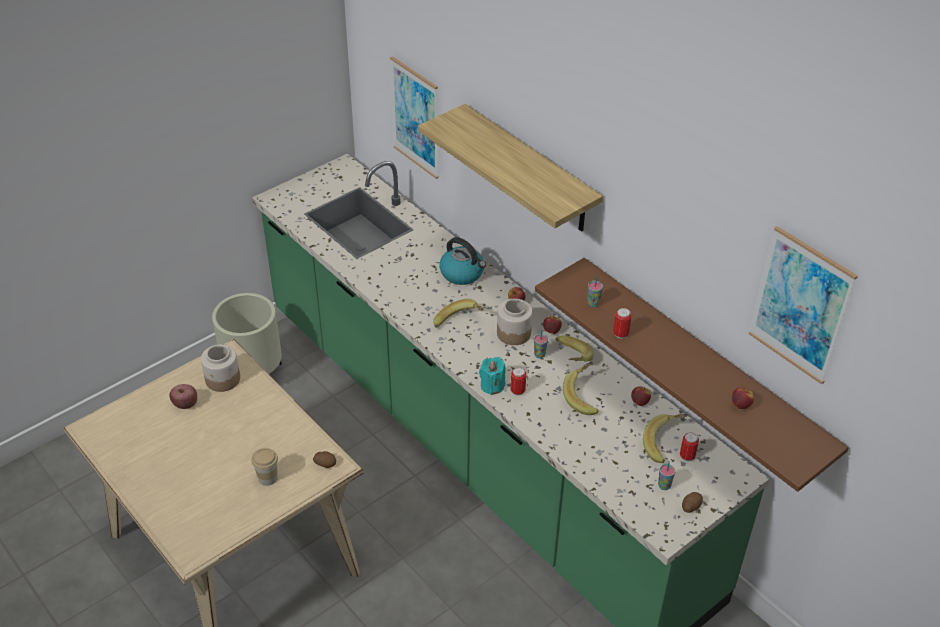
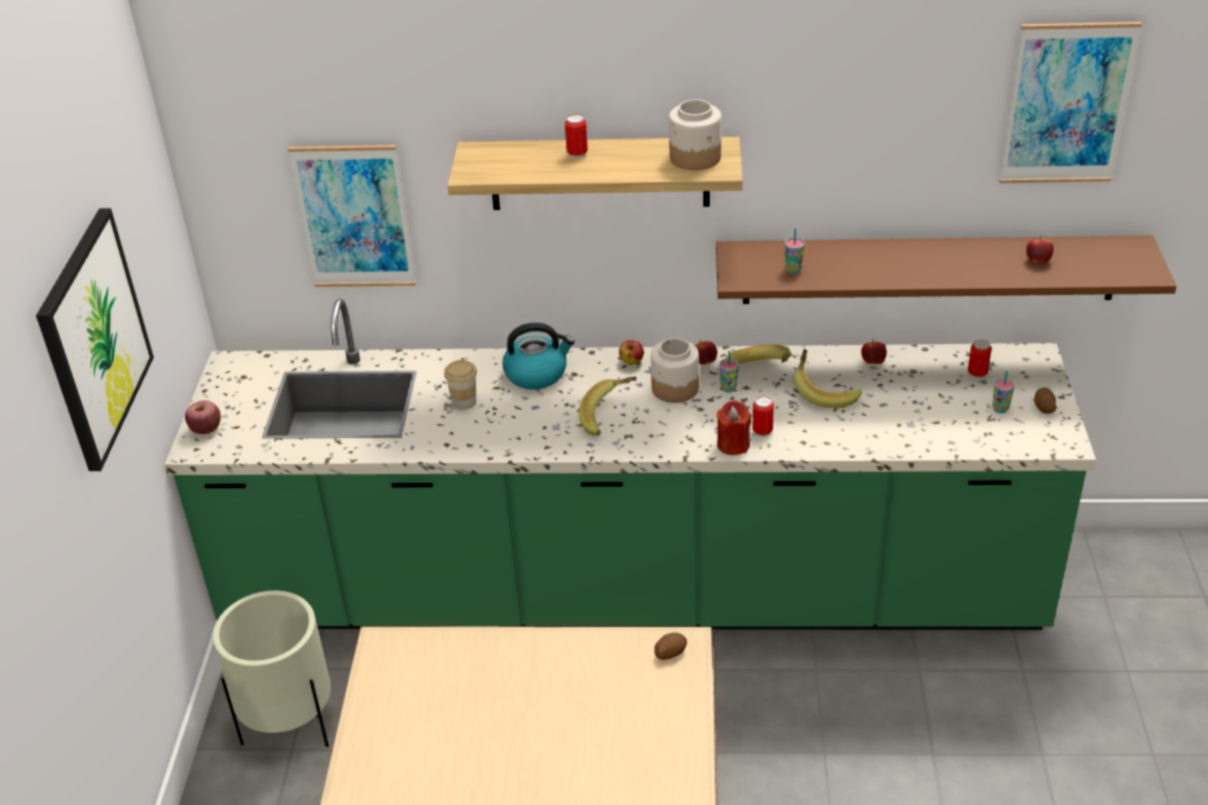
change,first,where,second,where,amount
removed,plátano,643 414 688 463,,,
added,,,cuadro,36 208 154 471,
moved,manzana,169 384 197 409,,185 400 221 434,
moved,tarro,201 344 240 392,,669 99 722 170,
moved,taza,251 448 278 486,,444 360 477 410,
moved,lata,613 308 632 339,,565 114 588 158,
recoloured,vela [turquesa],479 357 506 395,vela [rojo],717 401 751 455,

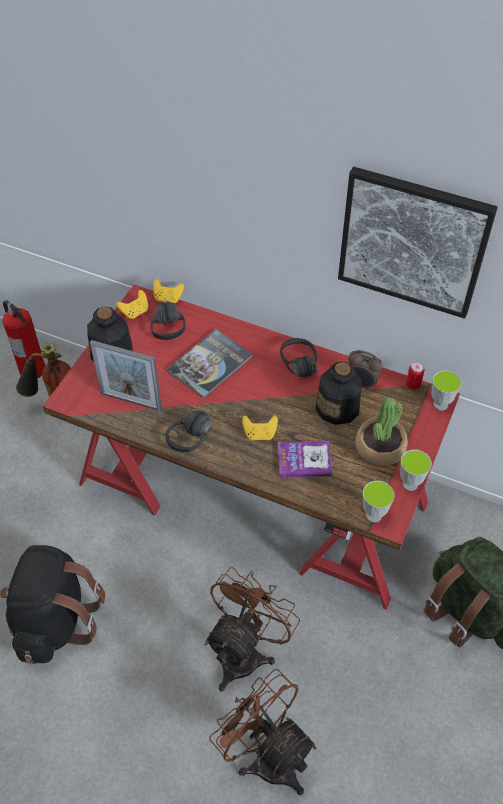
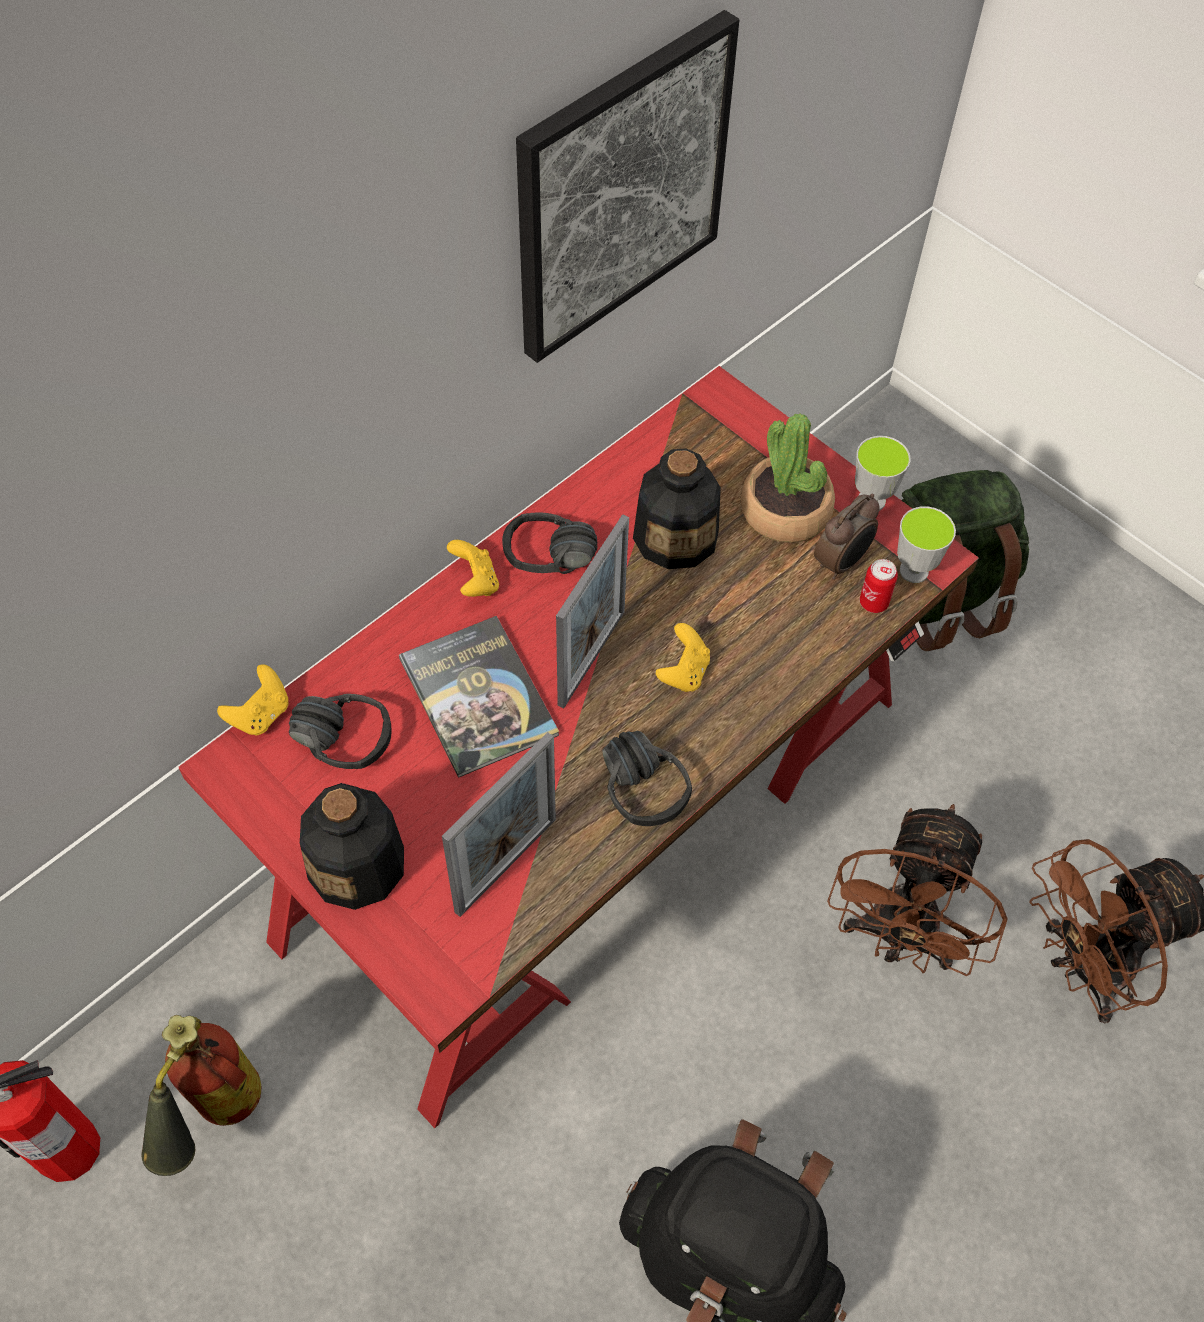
change,first,where,second,where,amount
removed,libro,278 441 332 477,,,
removed,taza,432 370 462 411,,,
added,,,portarretratos,556 514 629 708,
moved,mando de consola [amarillo],116 290 148 319,,447 540 499 597,
moved,despertador,348 350 383 391,,814 494 880 580,
moved,lata,406 362 424 390,,860 559 898 613,
turned,ventilador [marrón],205 567 300 692,,827 804 1008 976,120 degrees counterclockwise

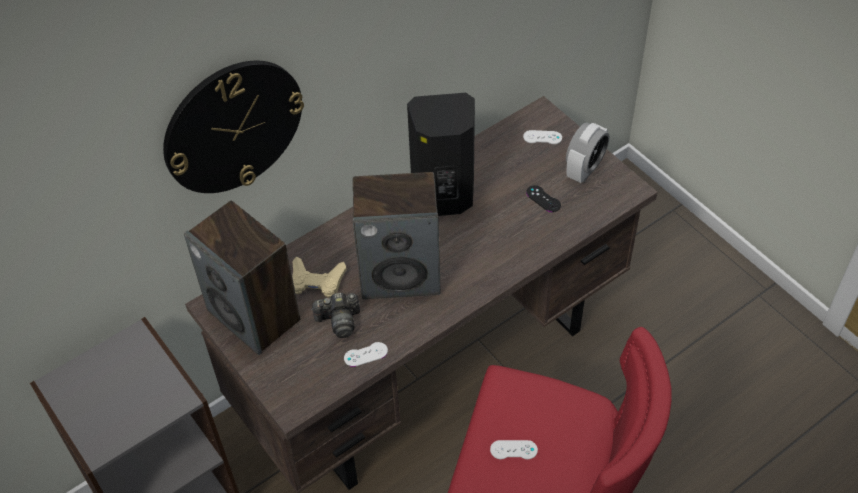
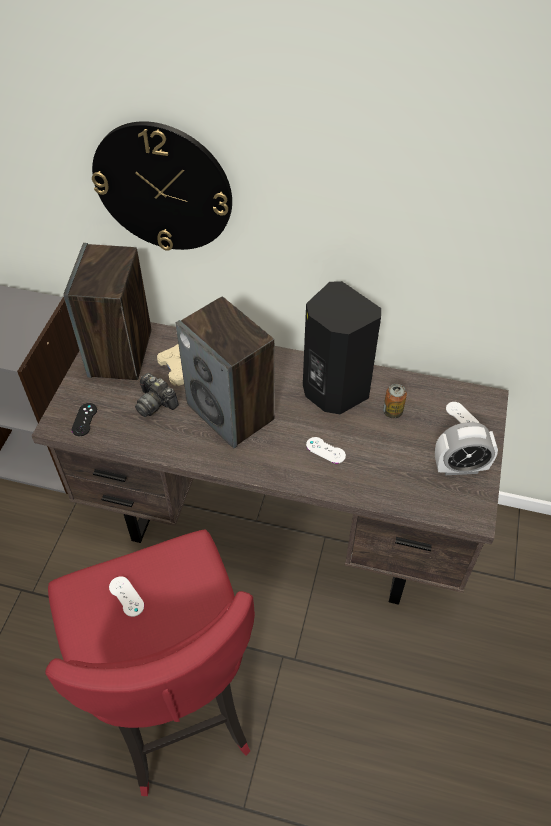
change,first,where,second,where,amount
added,,,lata,383 384 407 419,
moved,mando de consola [blanco],344 342 388 367,,306 437 346 464,
moved,mando de consola [negro],526 185 561 212,,72 403 97 436,

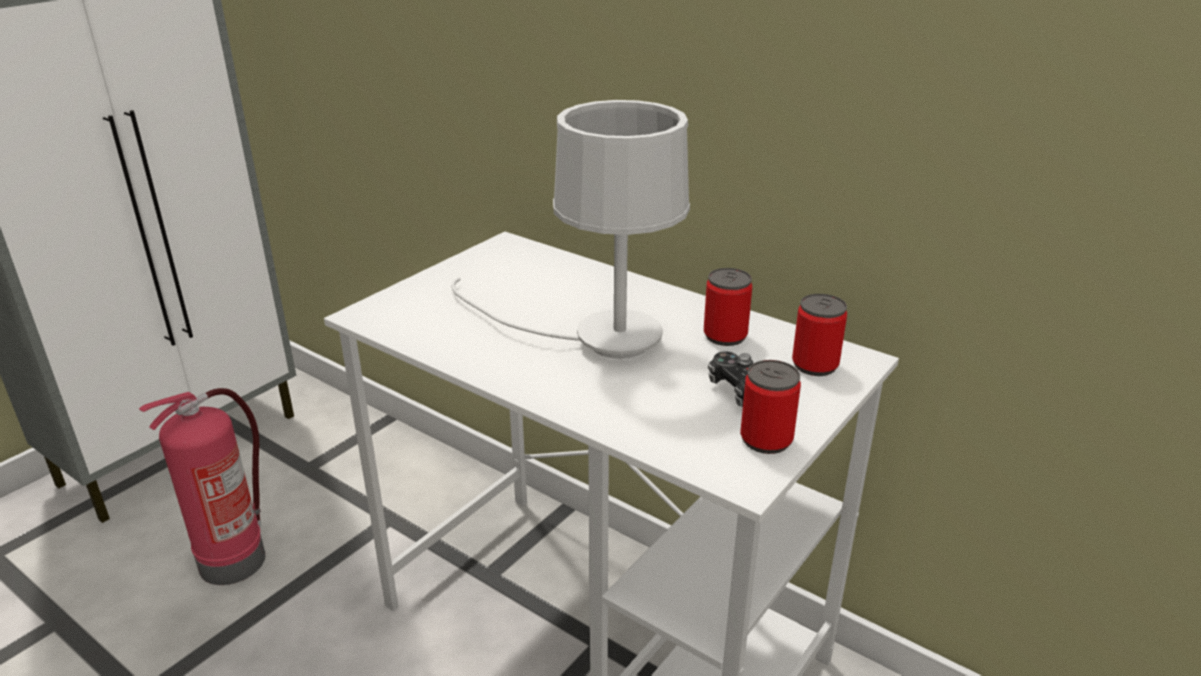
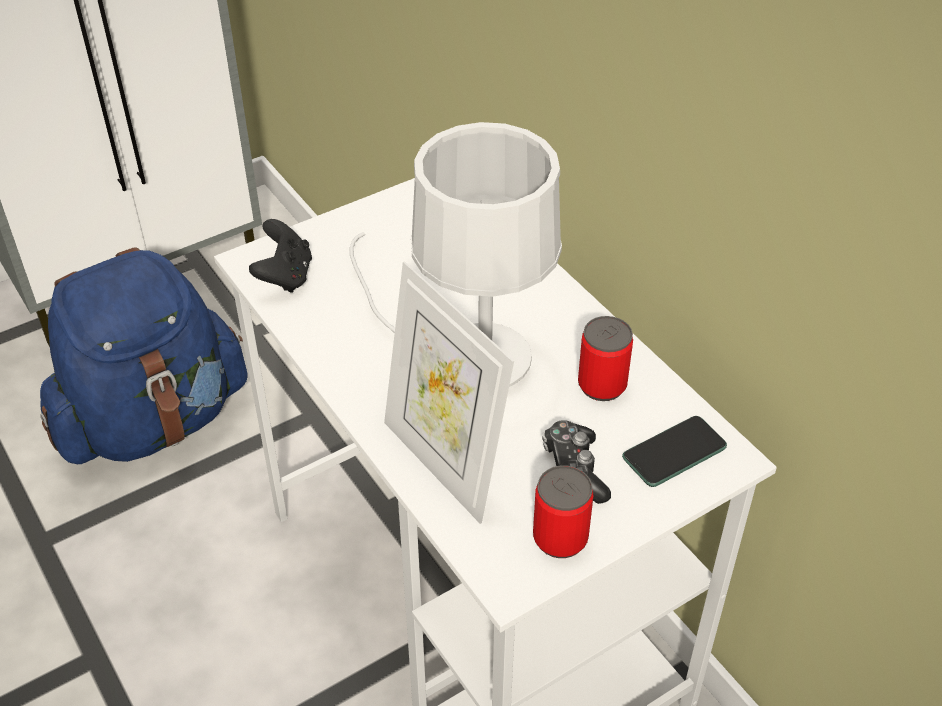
change,first,where,second,where,amount
added,,,mando de consola [negro],249 219 312 293,
added,,,portarretratos,384 261 514 524,
replaced,extintor,139 388 265 585,mochila [azul],40 247 248 464,
replaced,lata,792 294 847 376,móvil,622 416 727 487,

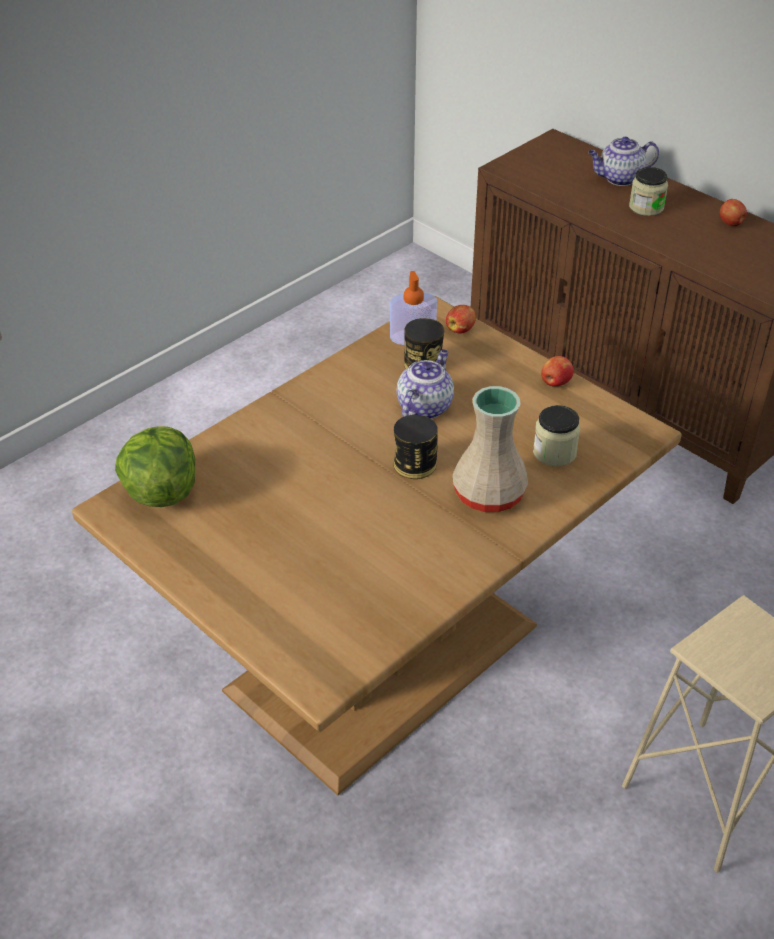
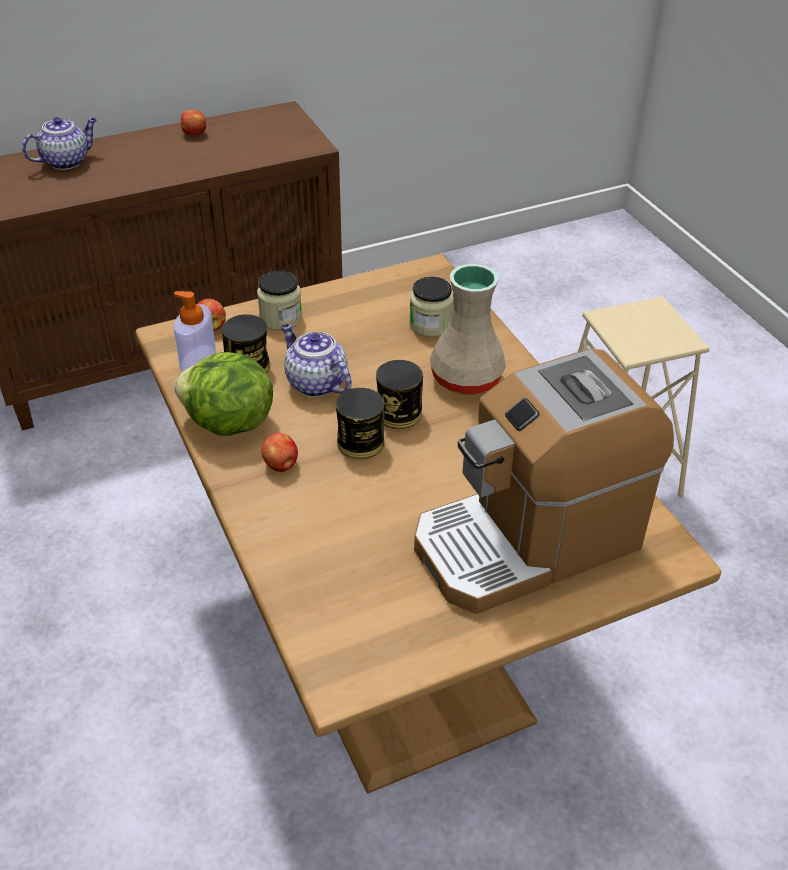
change,first,where,second,where,amount
added,,,lata,336 388 384 459,
added,,,cafetera,414 349 674 614,
moved,lechuga,115 426 195 507,,174 352 273 436,
moved,manzana,541 356 574 386,,261 433 298 472,
moved,tarro,629 167 668 216,,257 271 302 331,
turned,tetera,588 137 659 186,,22 117 97 170,135 degrees counterclockwise

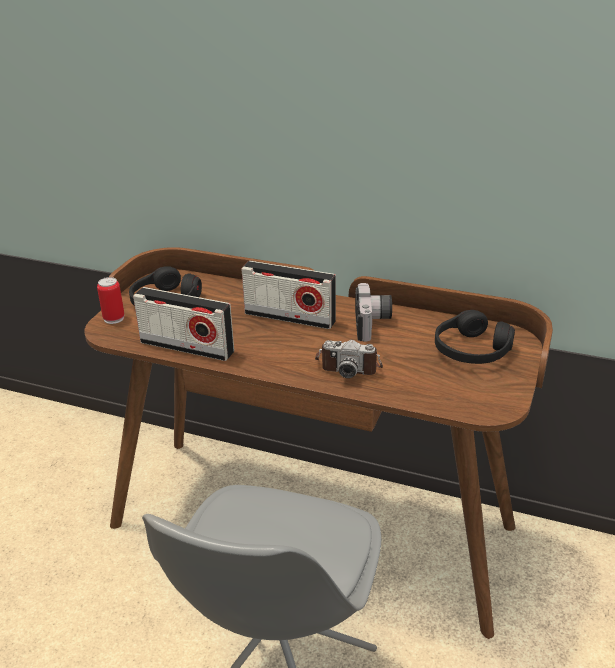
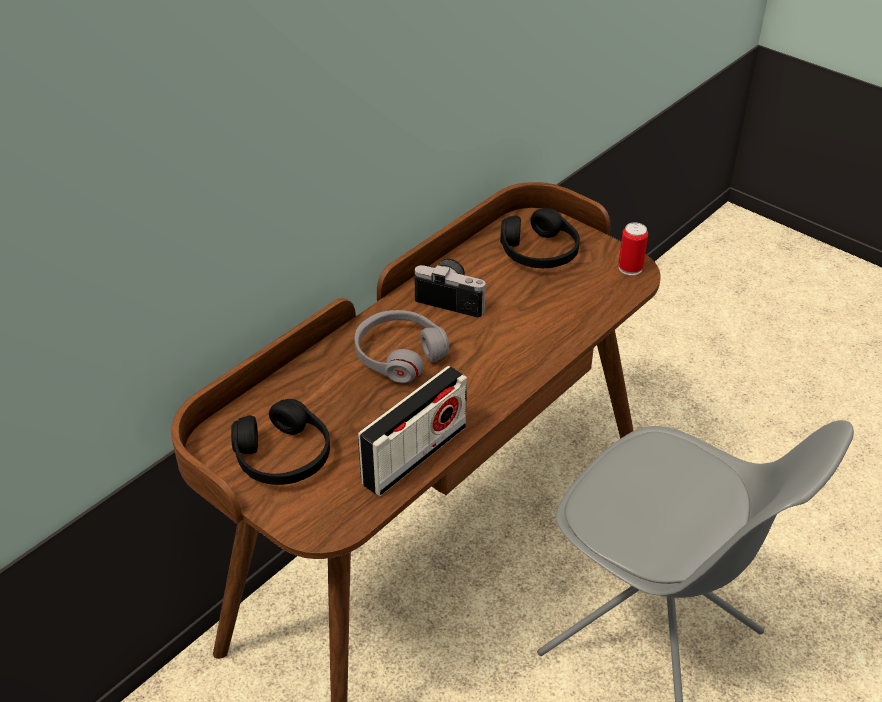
change,first,where,second,where,amount
removed,cámara,315 340 383 378,,,
moved,lata,97 277 125 324,,618 222 648 276,
replaced,radio,242 261 336 329,auriculares [gris],354 310 449 383,

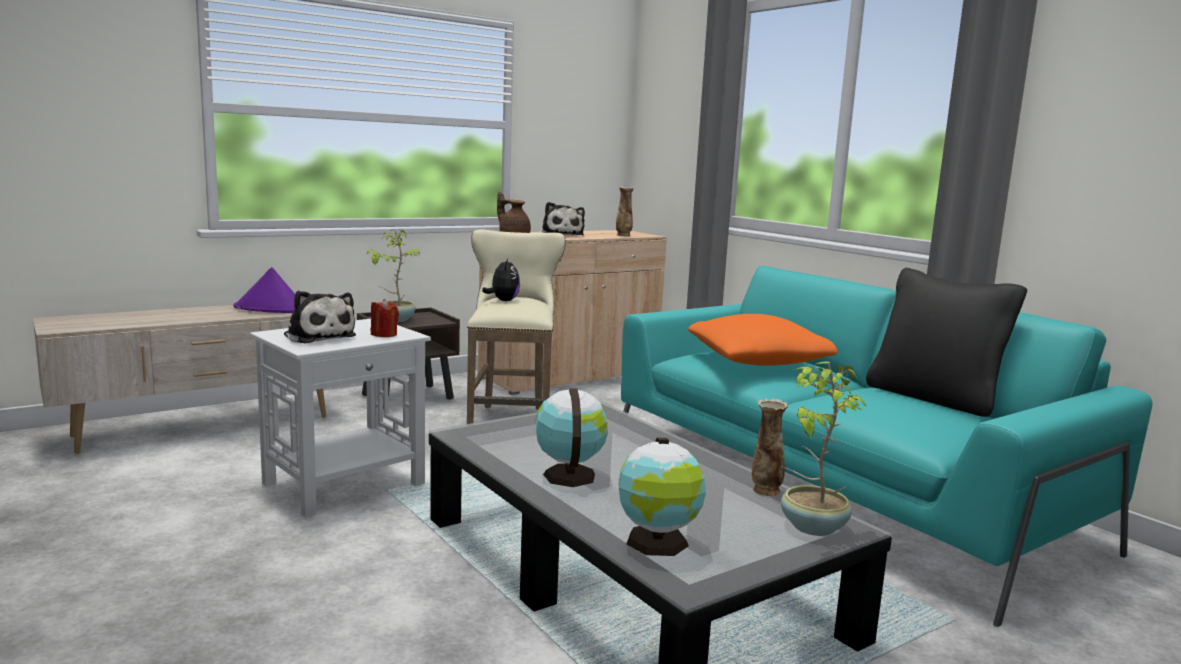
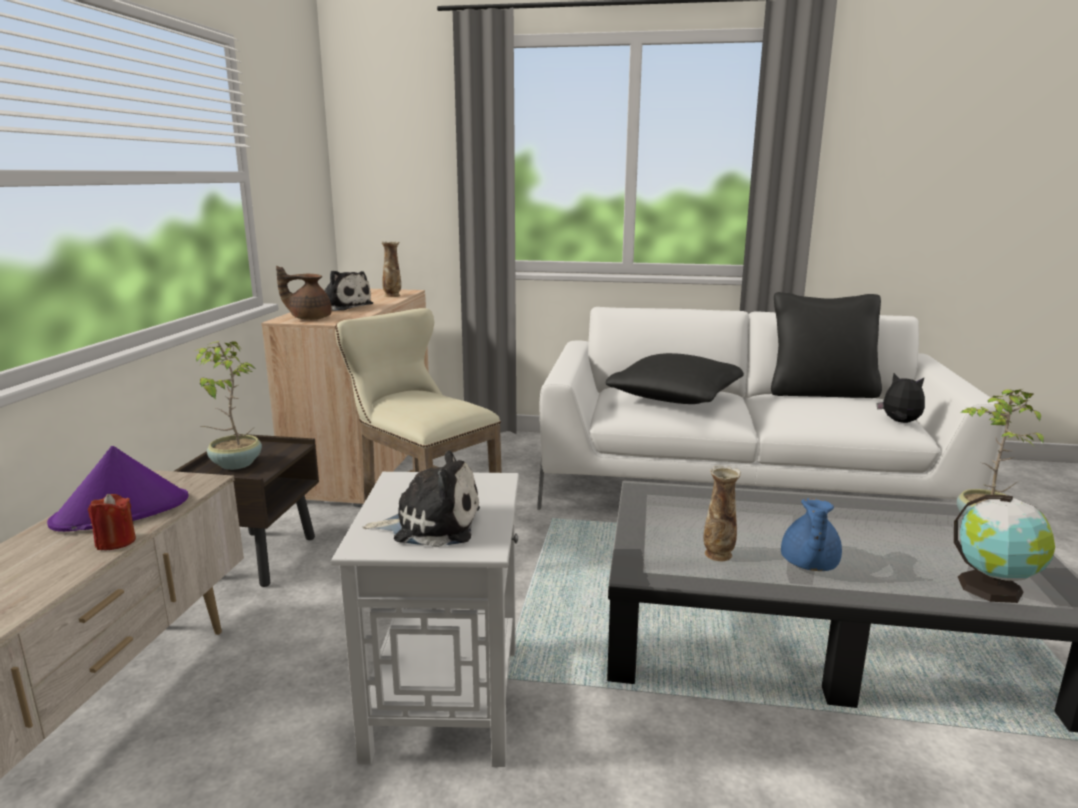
change,first,where,second,where,amount
moved,vela [rojo],371 299 399 337,,88 494 136 550,
moved,peluche,482 258 520 301,,877 373 925 423,
moved,florero,752 399 789 496,,704 465 741 561,
replaced,globo terráqueo,536 388 608 487,tetera [azul],781 498 842 571,
recoloured,sofá [turquesa],621 266 1152 627,sofá [blanco],537 307 1006 510,
recoloured,cojín [naranja],688 314 838 366,cojín [negro],606 353 744 404,

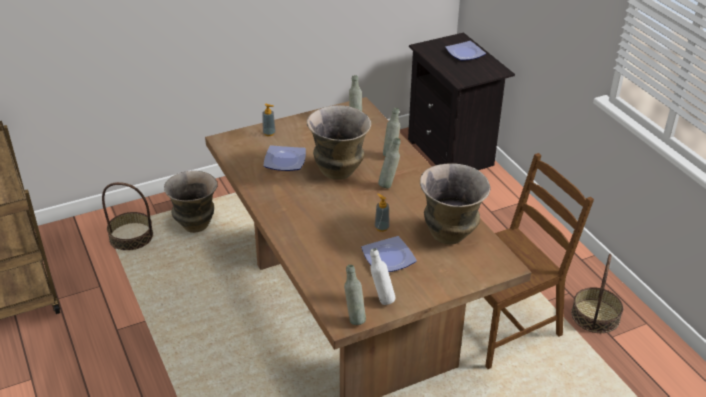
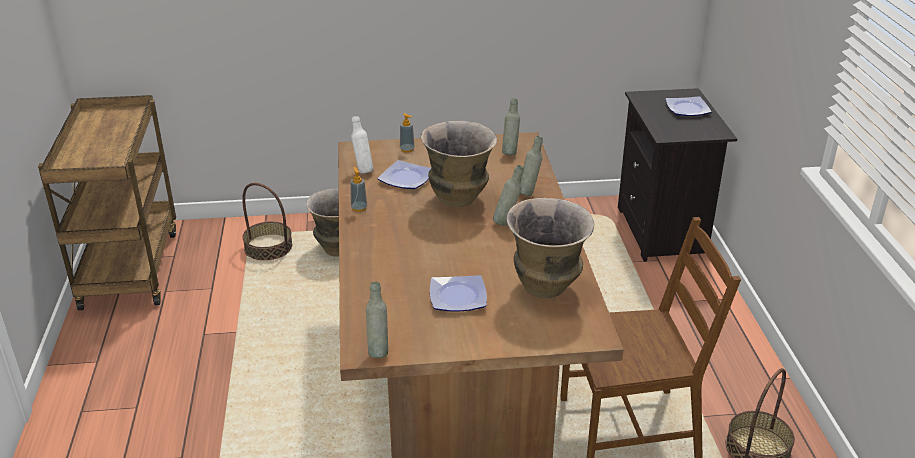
change,first,where,second,where,amount
moved,botella [blanco],370 248 395 305,,351 116 373 174,
moved,dispensador de jabón,375 194 390 232,,350 167 367 212,

